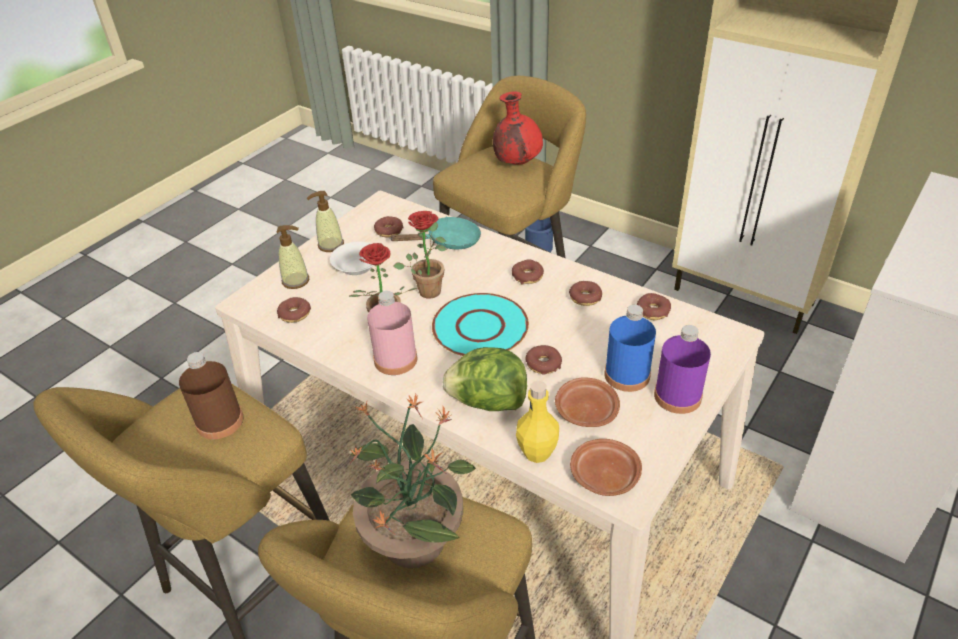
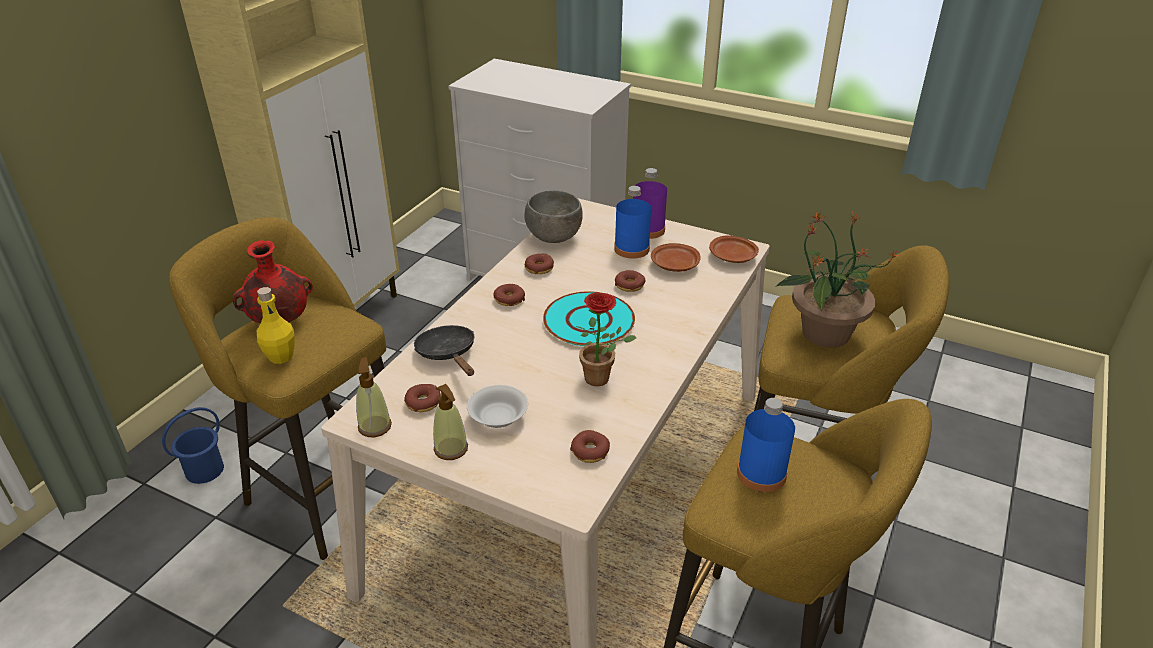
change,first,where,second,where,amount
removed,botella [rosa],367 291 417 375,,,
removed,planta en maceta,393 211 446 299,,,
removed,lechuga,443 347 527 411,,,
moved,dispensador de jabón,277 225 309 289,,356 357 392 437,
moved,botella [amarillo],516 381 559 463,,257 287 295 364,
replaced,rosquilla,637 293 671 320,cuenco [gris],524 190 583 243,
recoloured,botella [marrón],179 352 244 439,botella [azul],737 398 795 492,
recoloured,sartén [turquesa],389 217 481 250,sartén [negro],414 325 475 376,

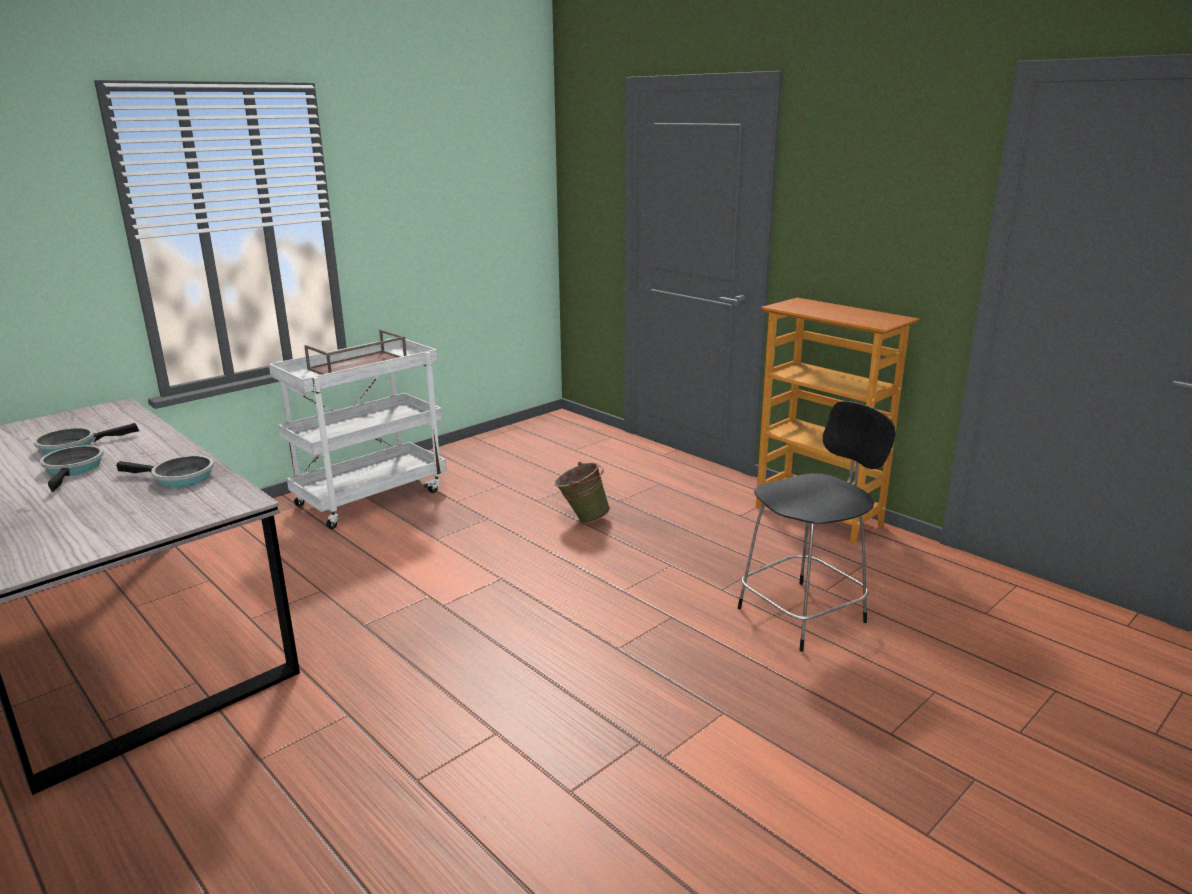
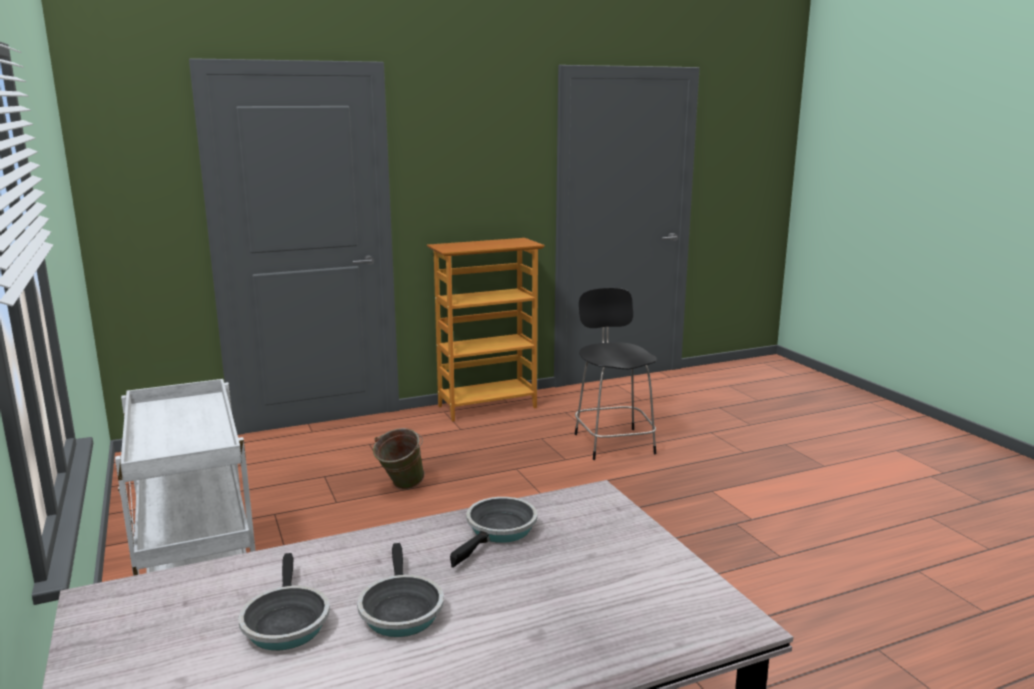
change,first,where,second,where,amount
removed,bandeja [marrón],304 330 407 375,,,
turned,sartén,40 445 104 492,,357 543 444 637,105 degrees counterclockwise

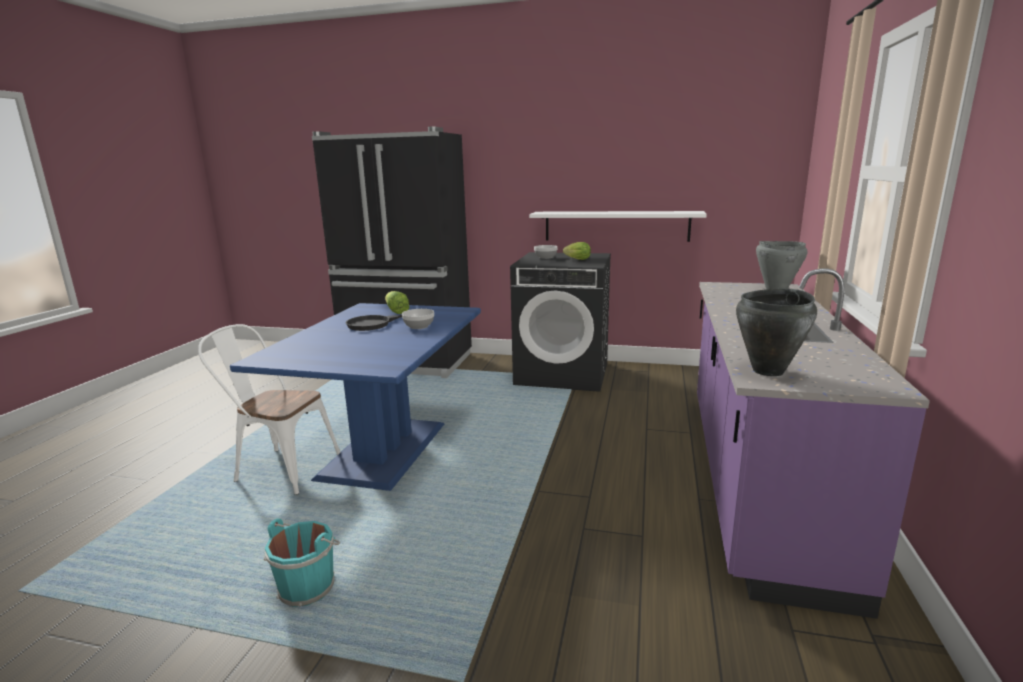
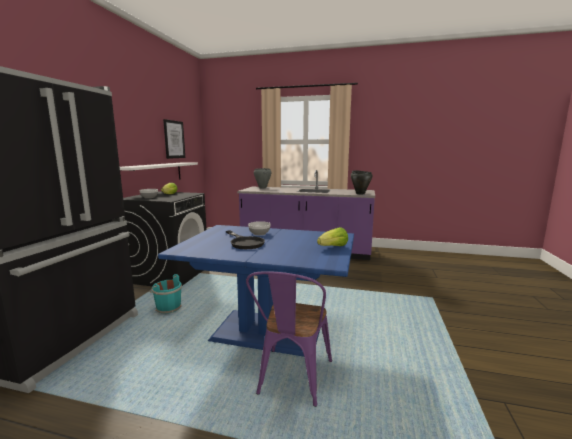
change,first,where,second,where,amount
added,,,cuadro,163 119 185 159,
moved,cubo [turquesa],264 519 340 607,,149 274 182 314,
moved,lechuga,385 291 410 314,,317 227 348 246,
recoloured,silla [blanco],198 324 341 495,silla [morado],246 271 332 407,

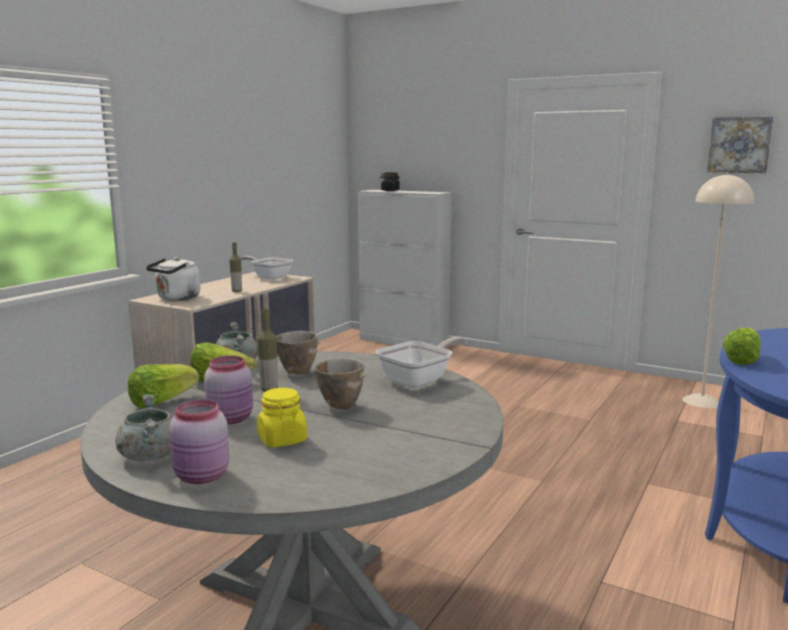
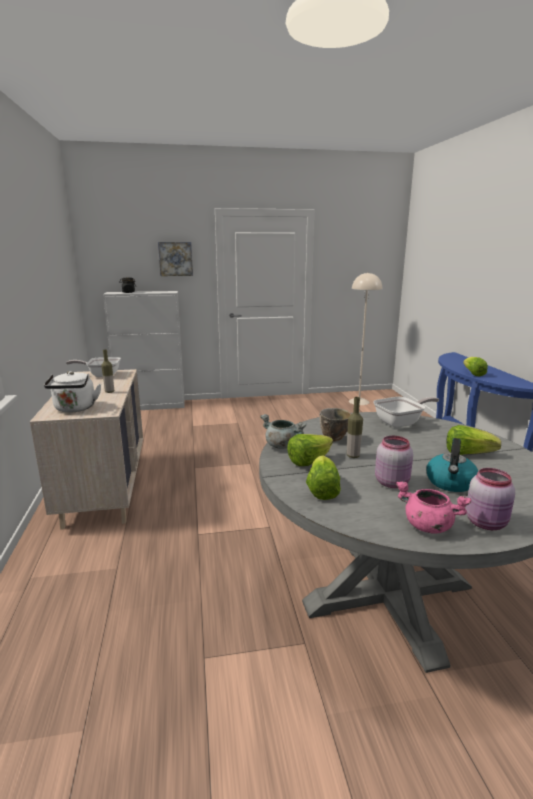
change,first,where,second,where,amount
removed,cuenco,313 358 366 410,,,
added,,,lechuga,446 425 501 455,
moved,cuadro,707 117 773 173,,158 242 193 276,
replaced,tarro [amarillo],257 388 307 447,hervidor,426 438 478 492,
recoloured,olla [gris],115 394 172 461,olla [rosa],396 482 471 534,
turned,sartén,376 337 467 388,,373 397 439 428,60 degrees clockwise

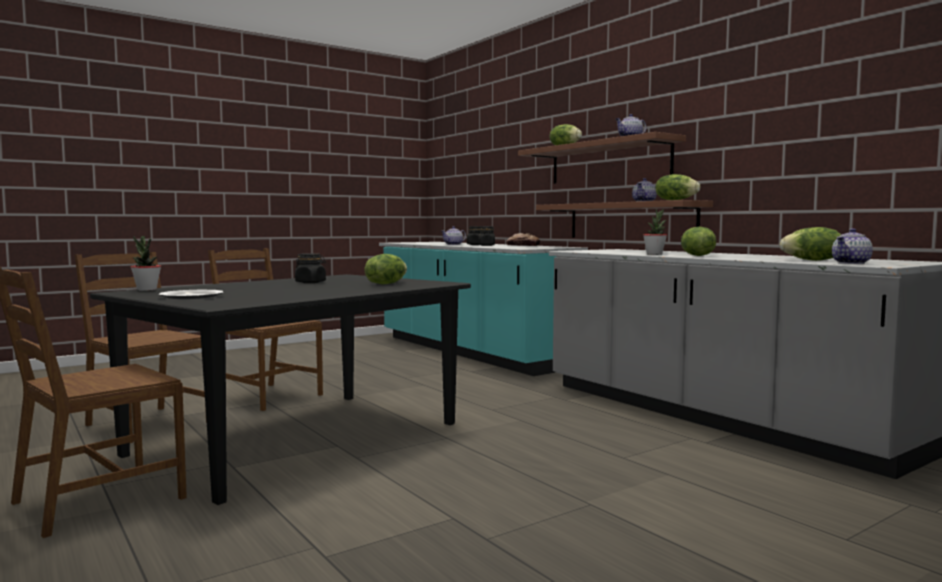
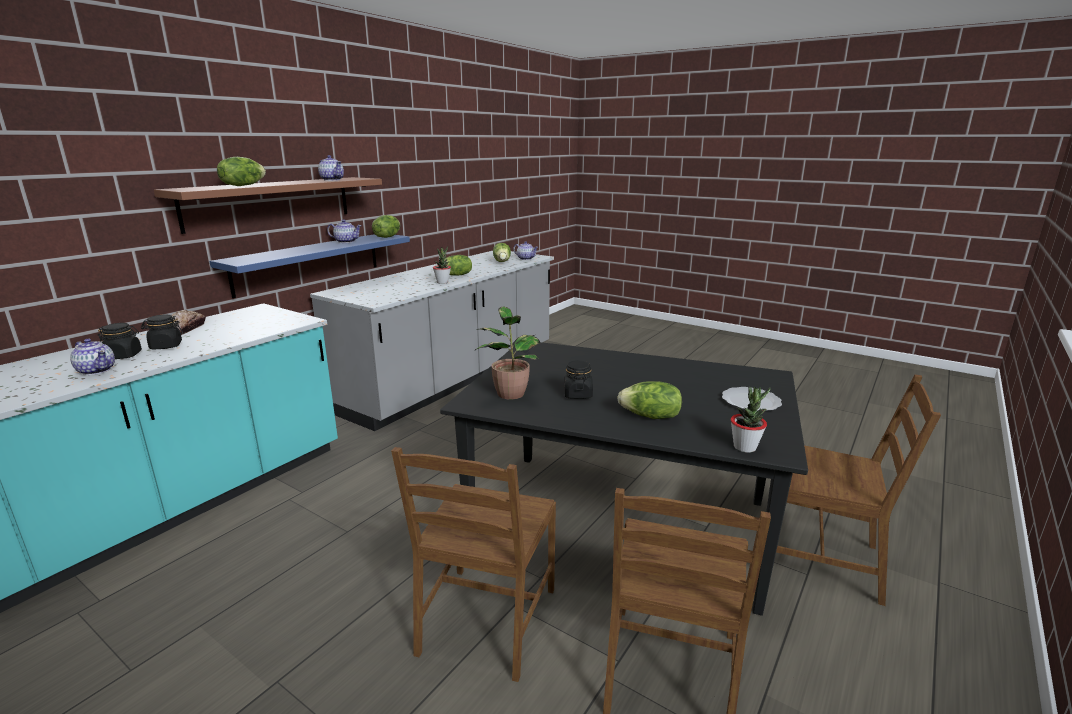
change,first,where,second,where,amount
added,,,planta en maceta,475 307 540 400,
moved,lechuga,365 254 407 285,,617 381 682 419,
recoloured,estante [marrón],536 200 713 238,estante [azul],209 234 410 298,

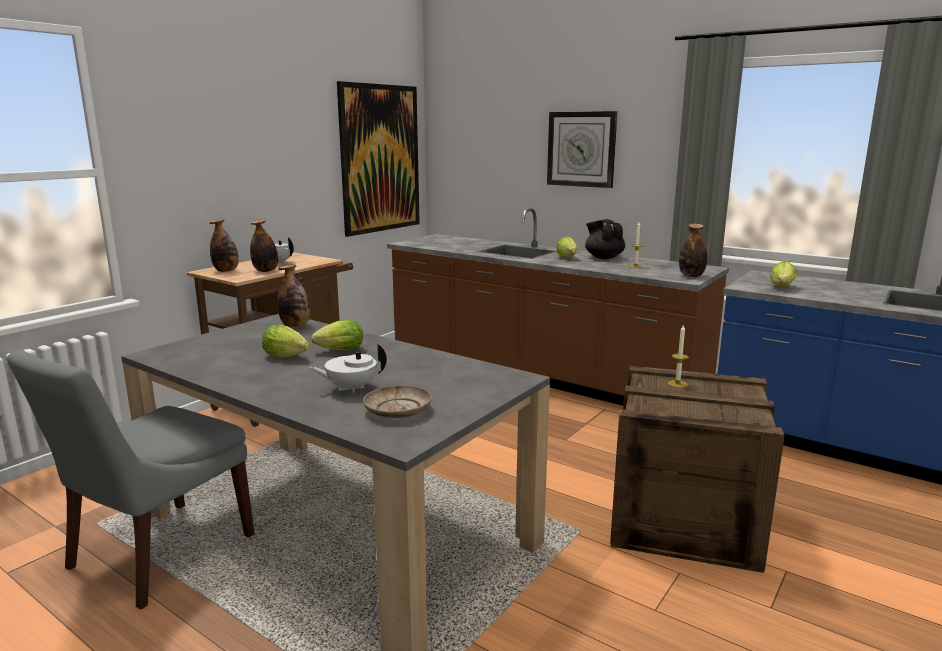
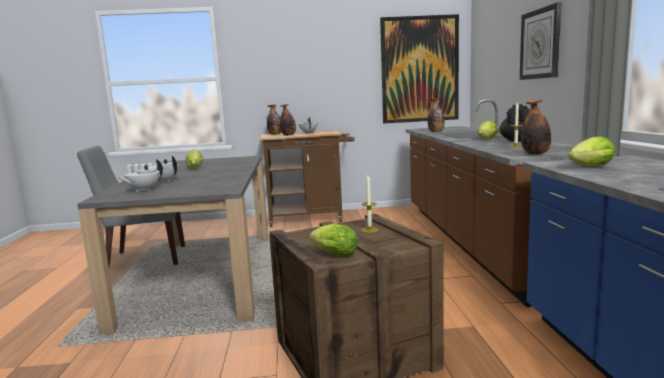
change,first,where,second,where,amount
moved,botella,277 264 310 327,,428 98 445 132,
moved,lechuga,311 320 363 350,,309 224 358 257,
replaced,plato [beis],363 385 432 419,tetera [blanco],118 159 163 192,

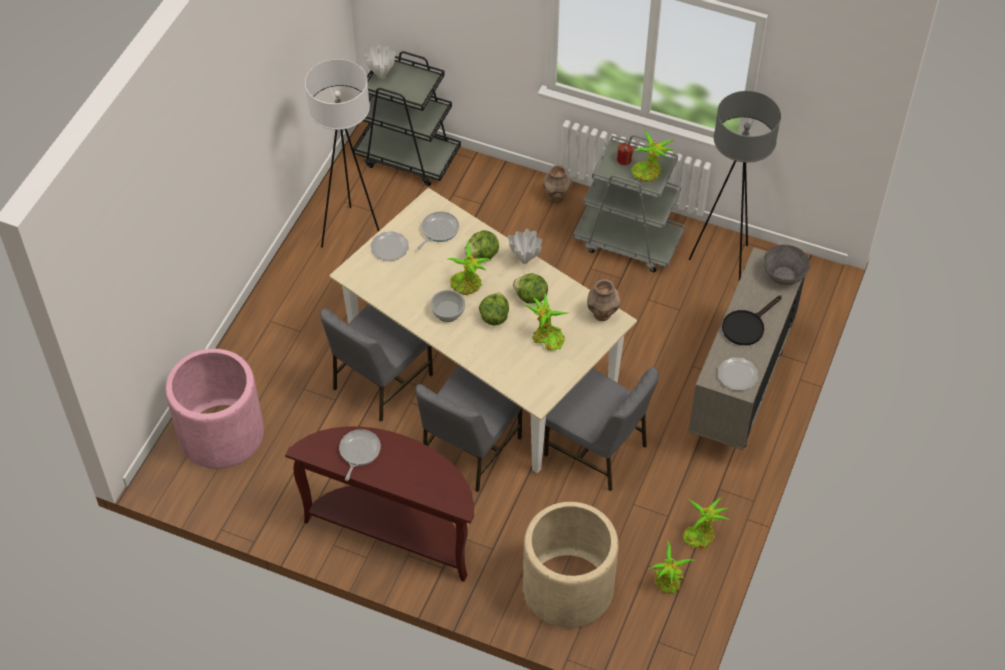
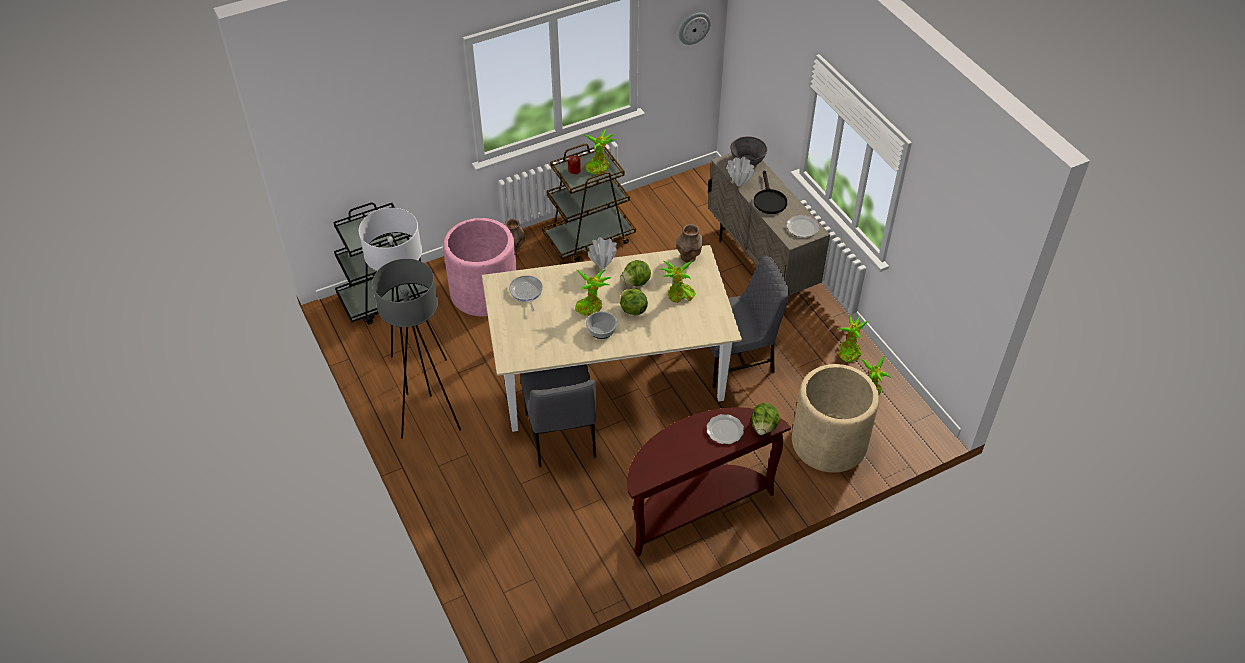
change,first,where,second,where,amount
removed,sartén,339 429 381 481,,,
removed,silla [gris],416 366 522 492,,,
added,,,reloj de pared,679 13 711 45,
moved,maceta [rosa],165 349 264 469,,443 218 517 316,
moved,florero [blanco],365 45 396 79,,727 157 755 187,
moved,plato,370 231 409 261,,707 414 744 444,
moved,lechuga,464 230 499 259,,751 403 780 435,
moved,lámpara de pie [gris],689 91 781 281,,372 259 461 438,
recoloured,carrito [gris],573 135 685 272,carrito [marrón],542 144 636 262,

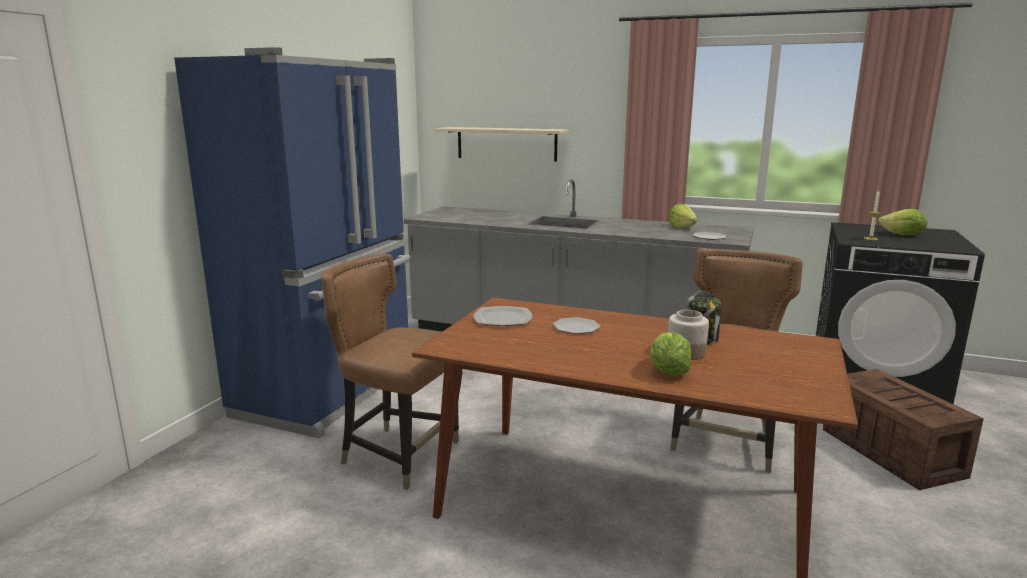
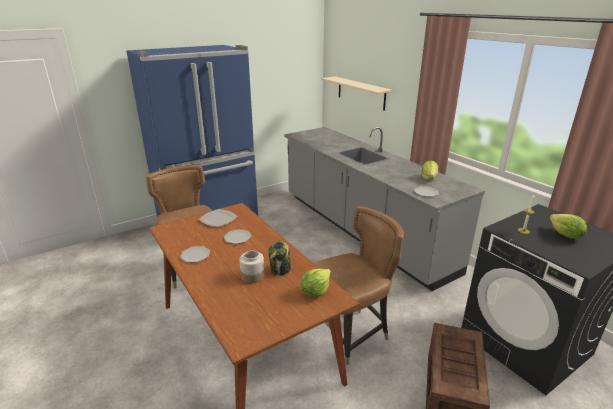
change,first,where,second,where,amount
added,,,plato,180 246 210 263,
moved,lechuga,650 332 692 376,,300 269 331 297,

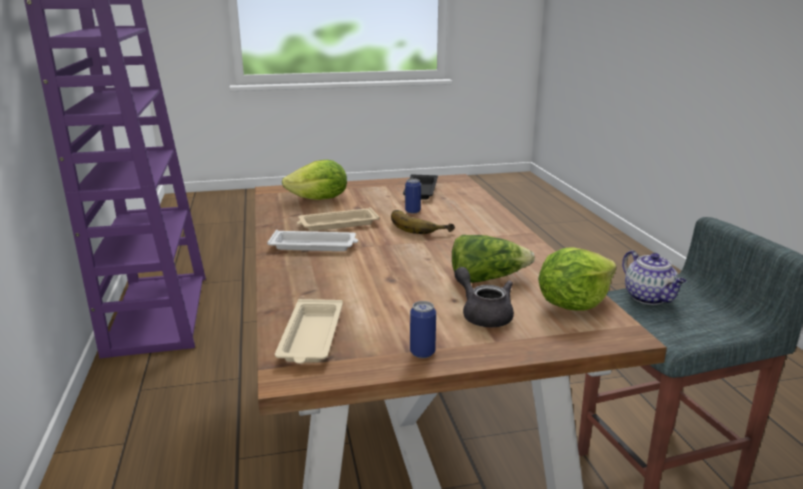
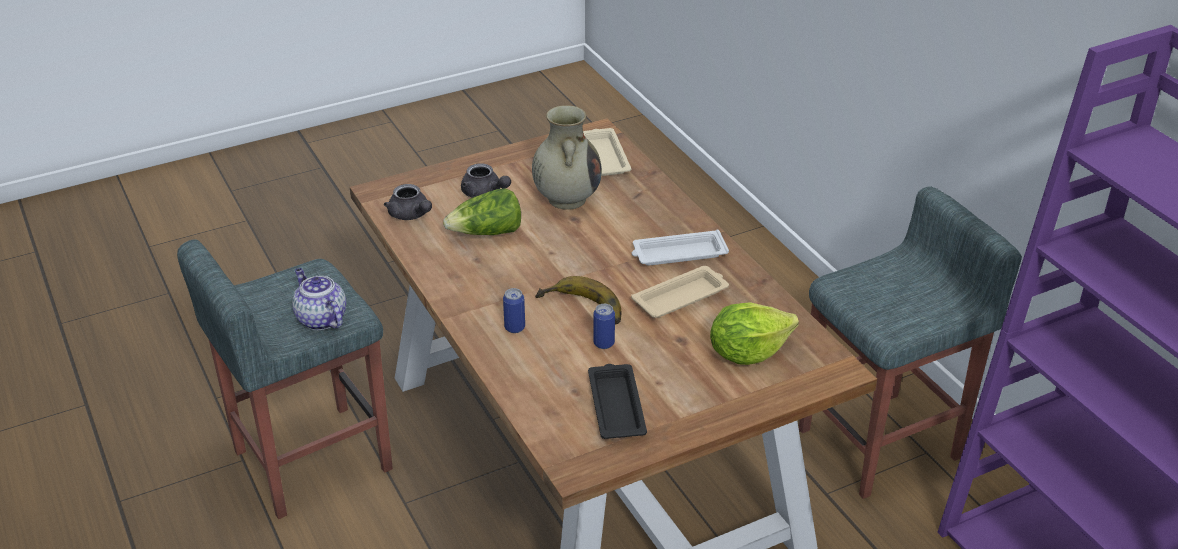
change,first,where,second,where,amount
added,,,florero [beis],532 105 602 210,
added,,,taburete [gris],799 186 1022 499,
moved,lata,410 301 436 358,,503 288 525 333,
replaced,lechuga,538 247 616 311,tetera [gris],384 184 432 220,

